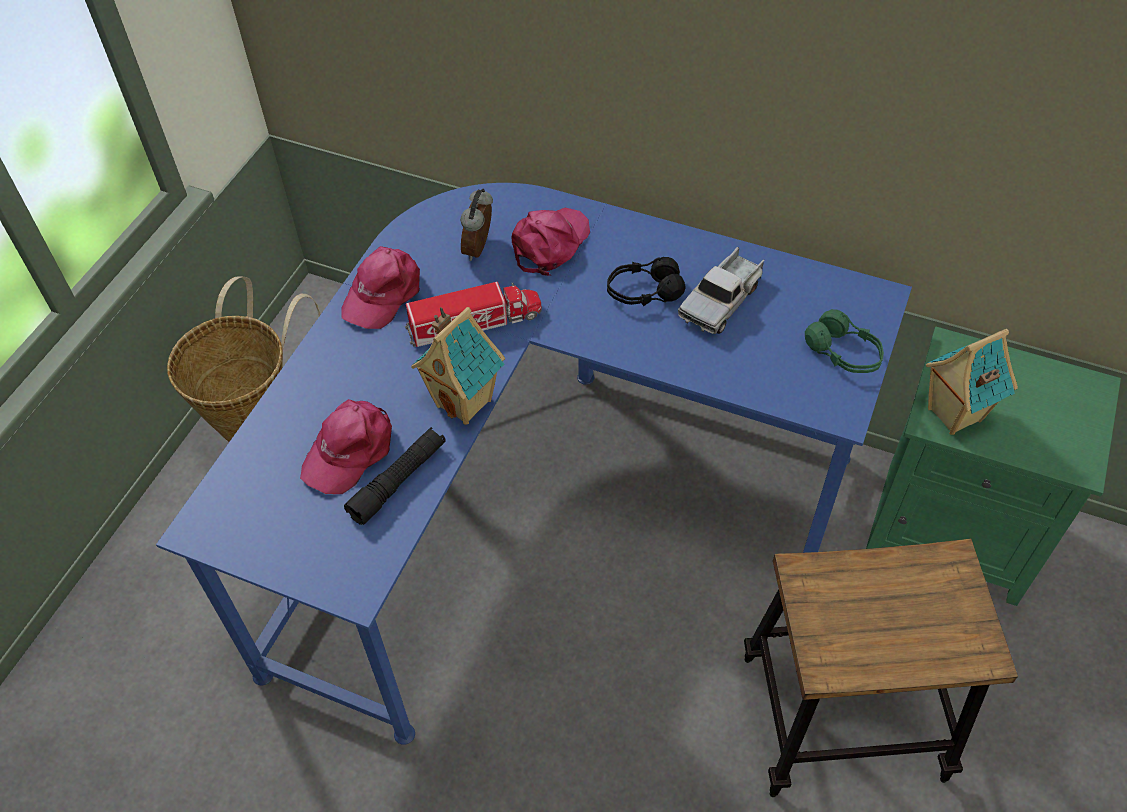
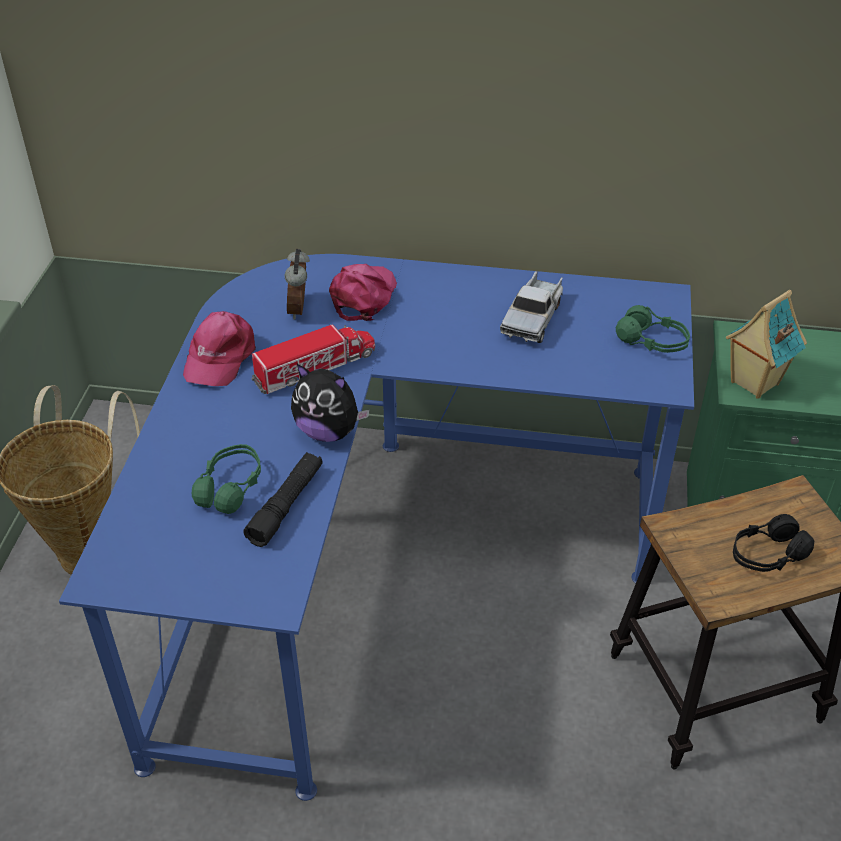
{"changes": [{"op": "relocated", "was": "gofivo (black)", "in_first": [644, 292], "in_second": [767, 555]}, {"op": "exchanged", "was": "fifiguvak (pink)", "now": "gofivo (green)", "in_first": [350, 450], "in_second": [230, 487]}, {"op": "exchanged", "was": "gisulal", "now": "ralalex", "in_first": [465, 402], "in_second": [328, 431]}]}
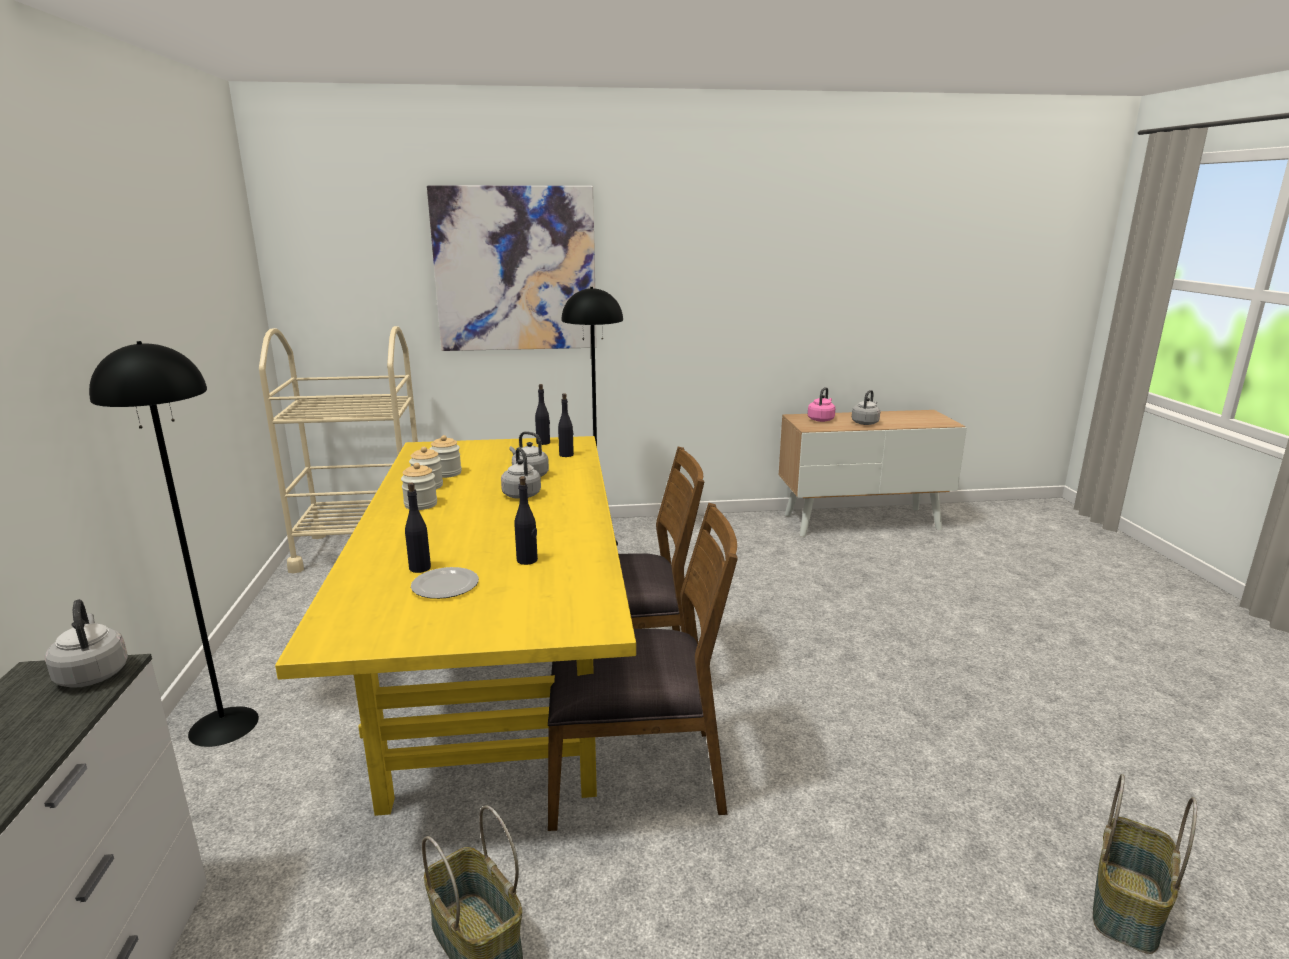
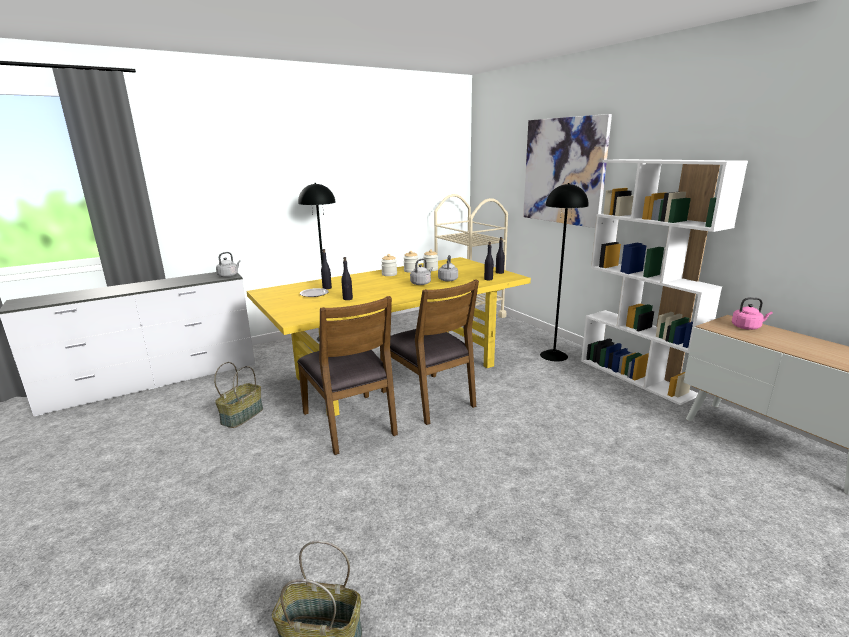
{"changes": [{"op": "missing", "was": "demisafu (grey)", "in_first": [865, 422]}, {"op": "appeared", "now": "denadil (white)", "in_second": [636, 377]}]}
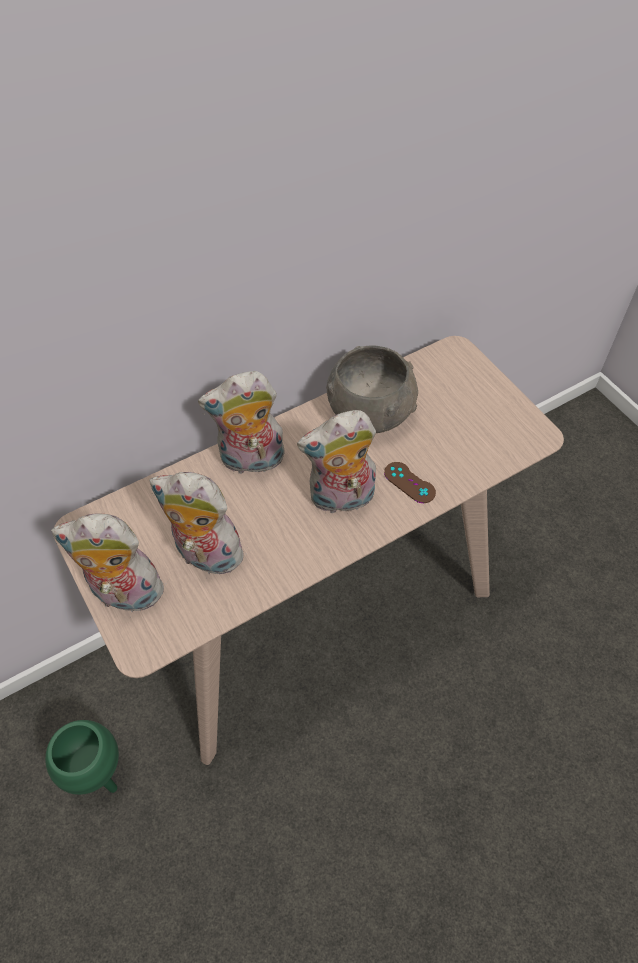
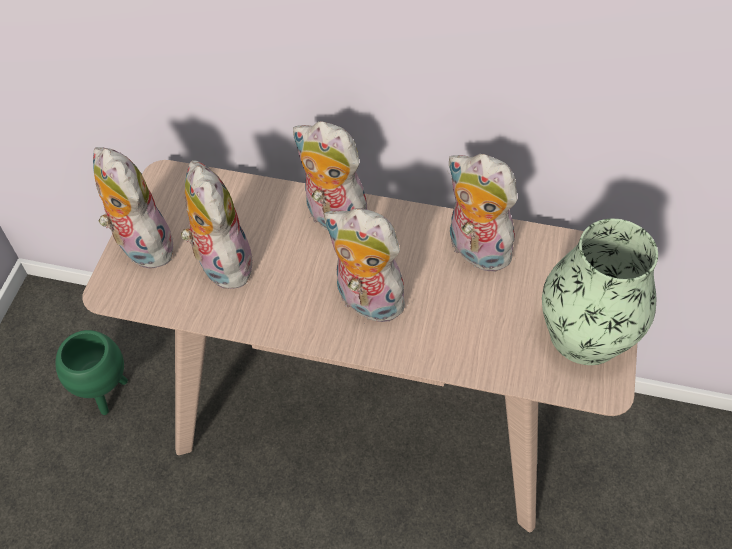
{"changes": [{"op": "missing", "was": "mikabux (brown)", "in_first": [409, 482]}, {"op": "appeared", "now": "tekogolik", "in_second": [585, 333]}, {"op": "exchanged", "was": "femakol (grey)", "now": "ralalex", "in_first": [370, 411], "in_second": [474, 250]}]}
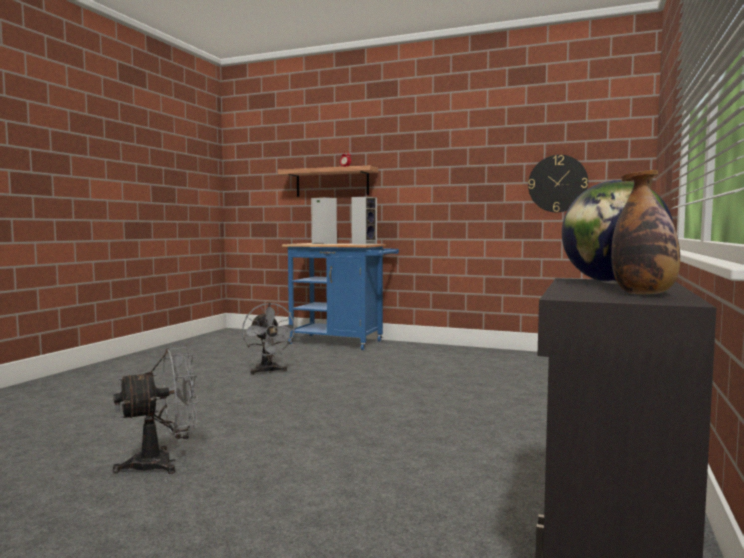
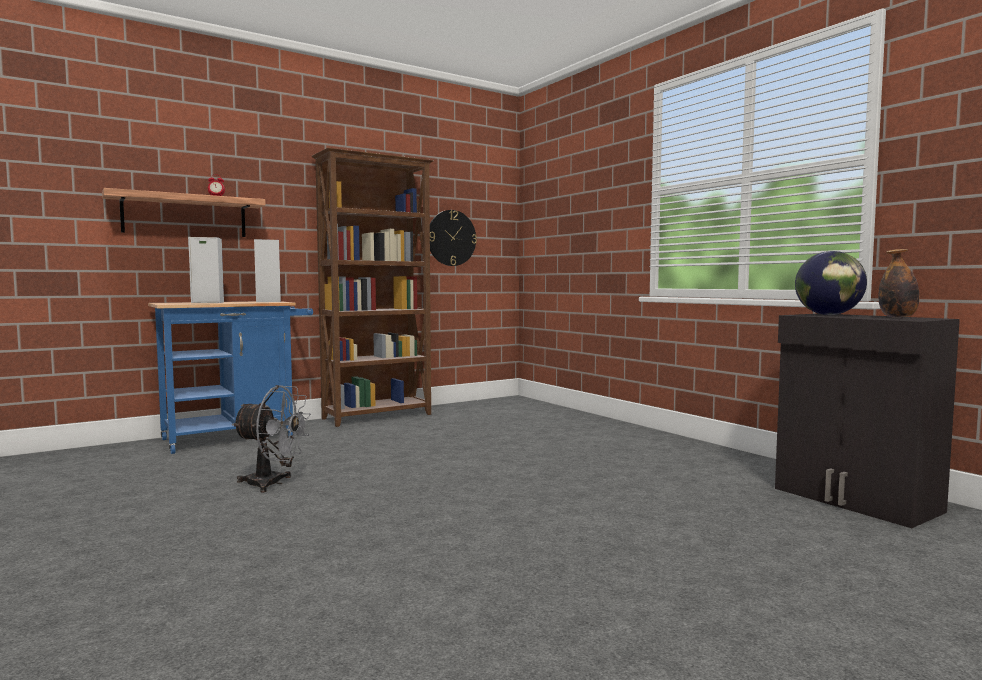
{"changes": [{"op": "missing", "was": "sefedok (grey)", "in_first": [163, 463]}, {"op": "appeared", "now": "denadil (brown)", "in_second": [378, 417]}]}
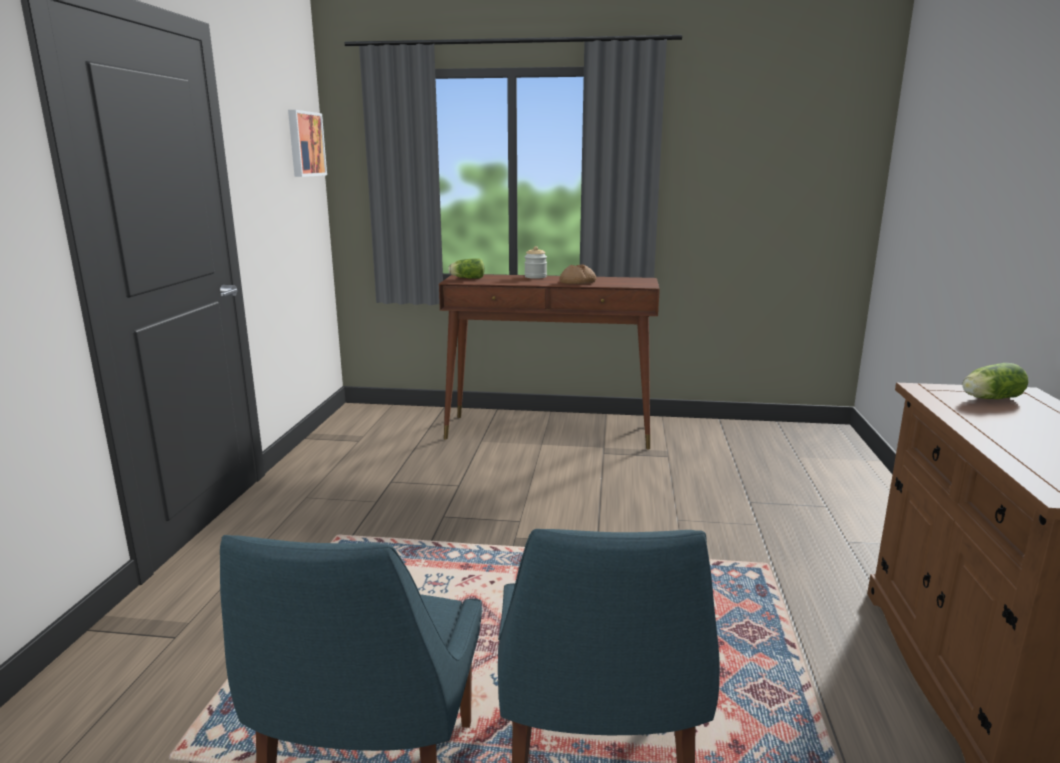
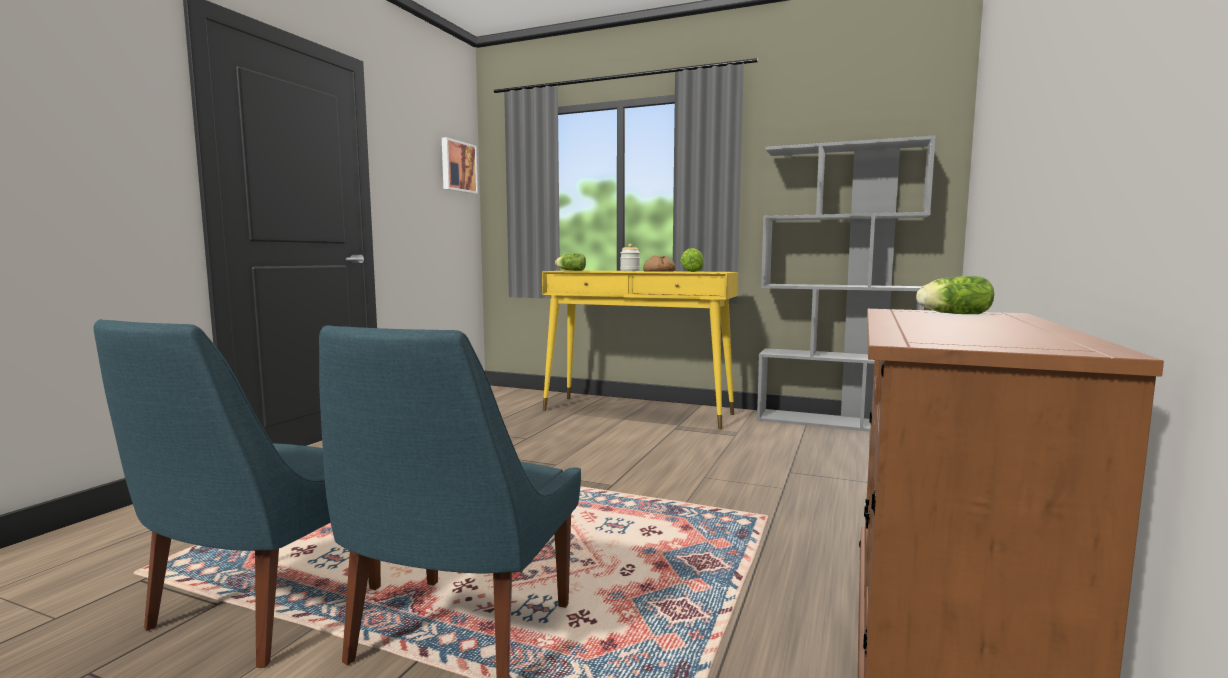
{"changes": [{"op": "appeared", "now": "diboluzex", "in_second": [690, 271]}, {"op": "appeared", "now": "denadil (grey)", "in_second": [834, 422]}, {"op": "colour", "was": "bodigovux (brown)", "now": "bodigovux (yellow)", "in_first": [549, 432], "in_second": [638, 412]}]}
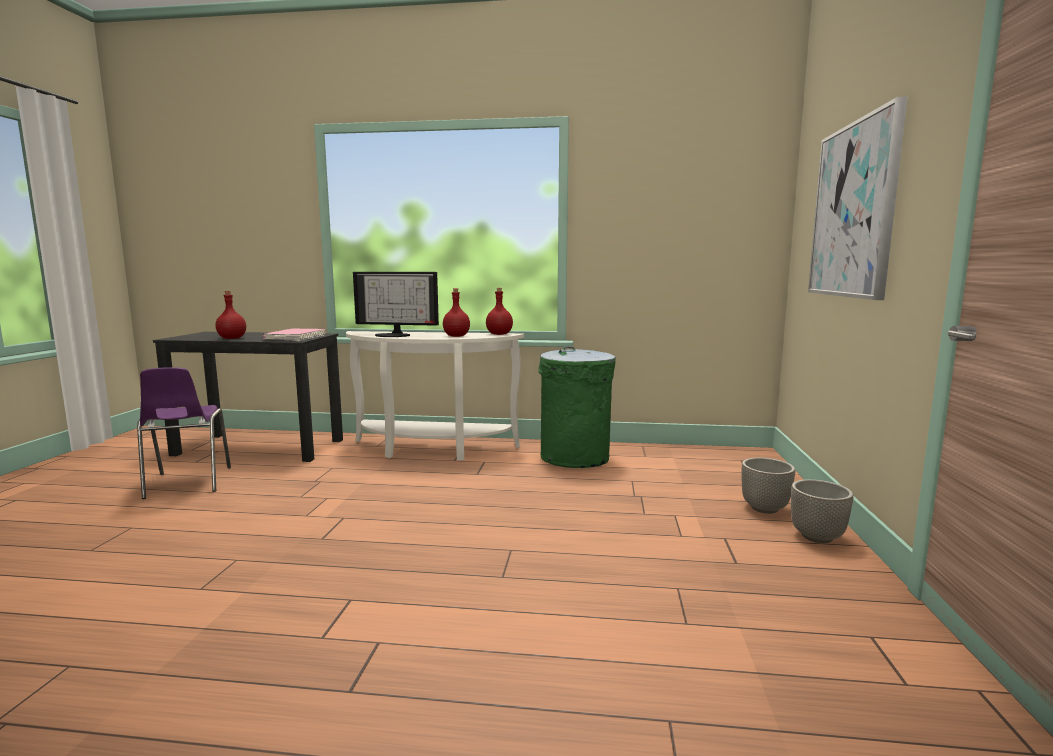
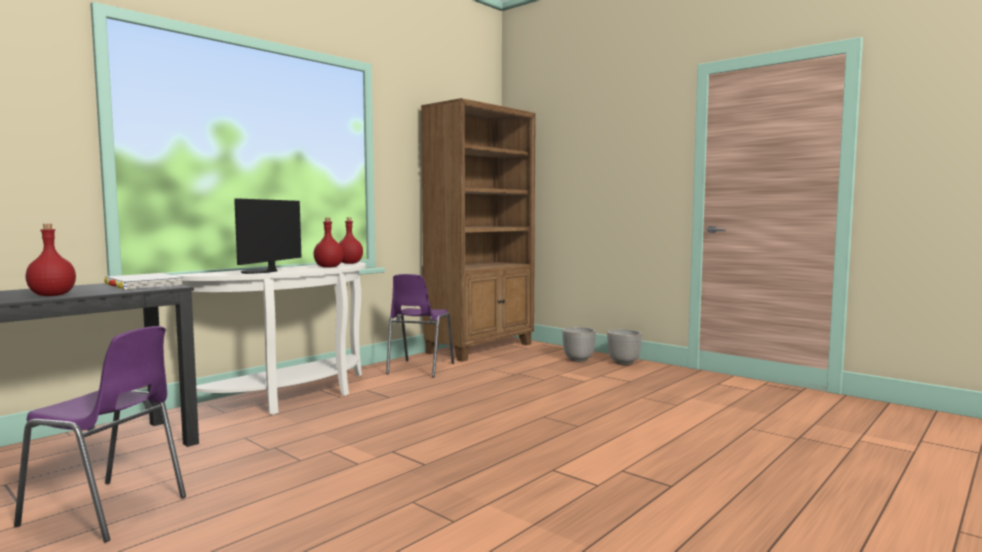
{"changes": [{"op": "missing", "was": "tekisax", "in_first": [853, 210]}, {"op": "appeared", "now": "denadil (brown)", "in_second": [481, 348]}, {"op": "exchanged", "was": "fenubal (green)", "now": "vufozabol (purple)", "in_first": [574, 458], "in_second": [419, 369]}, {"op": "colour", "was": "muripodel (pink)", "now": "muripodel (white)", "in_first": [295, 337], "in_second": [143, 286]}, {"op": "spun", "was": "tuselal", "in_first": [394, 335], "in_second": [262, 271], "clockwise": 150}]}
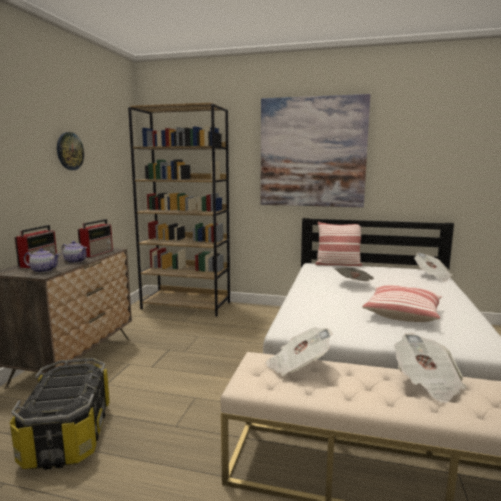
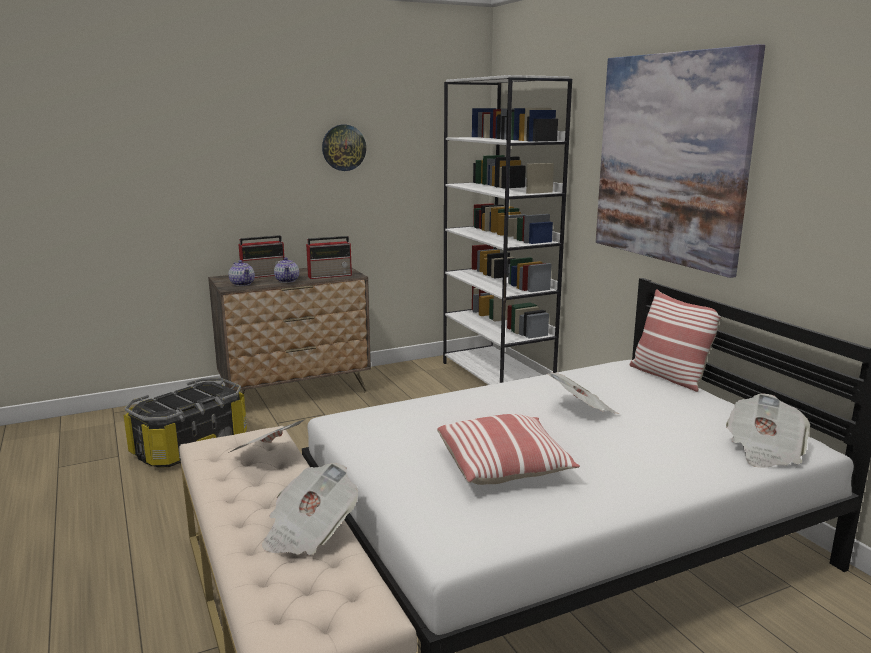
{"changes": [{"op": "colour", "was": "denadil (brown)", "now": "denadil (white)", "in_first": [187, 305], "in_second": [497, 377]}]}
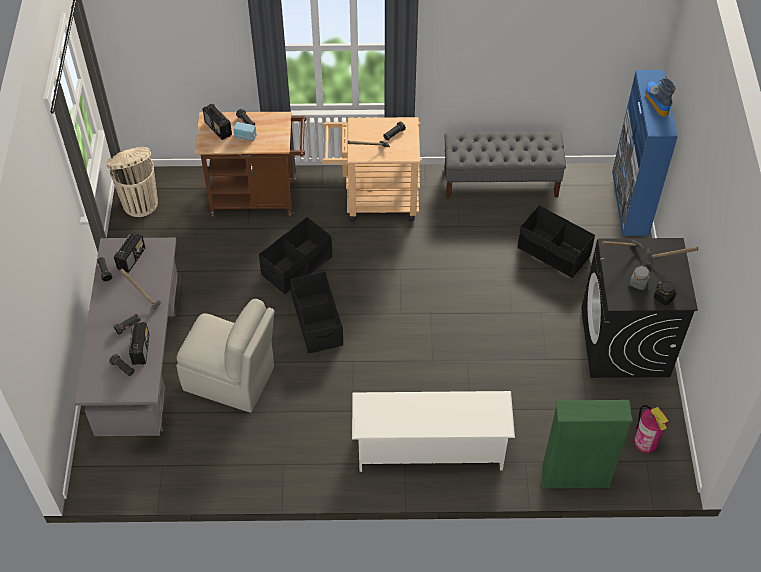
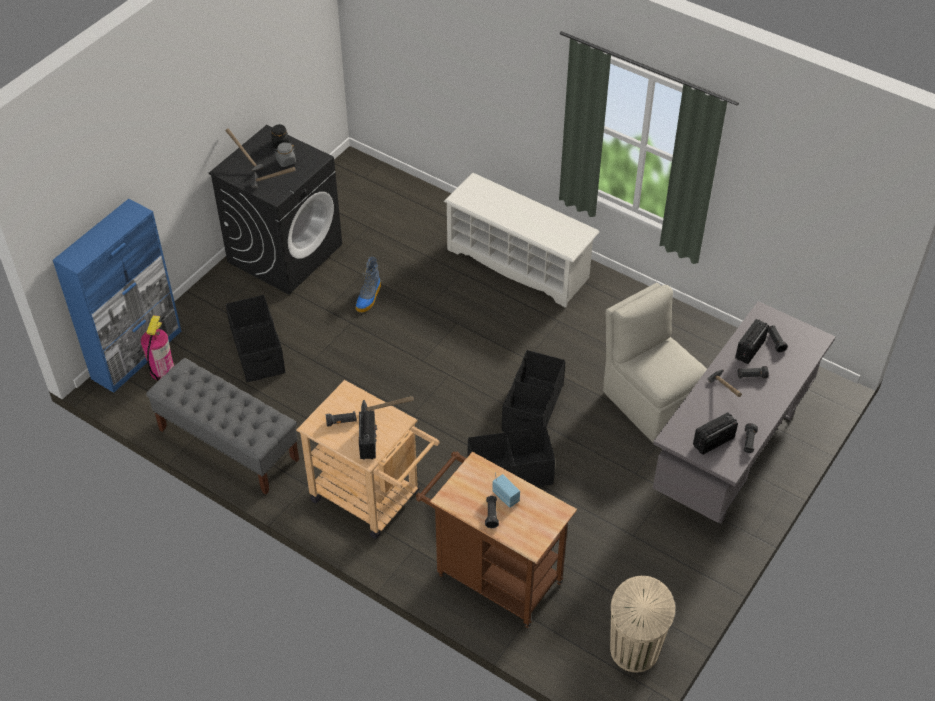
{"changes": [{"op": "missing", "was": "denadil (green)", "in_first": [575, 478]}, {"op": "relocated", "was": "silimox", "in_first": [218, 129], "in_second": [368, 442]}, {"op": "relocated", "was": "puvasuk", "in_first": [645, 442], "in_second": [162, 370]}, {"op": "relocated", "was": "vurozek", "in_first": [656, 101], "in_second": [368, 298]}]}
